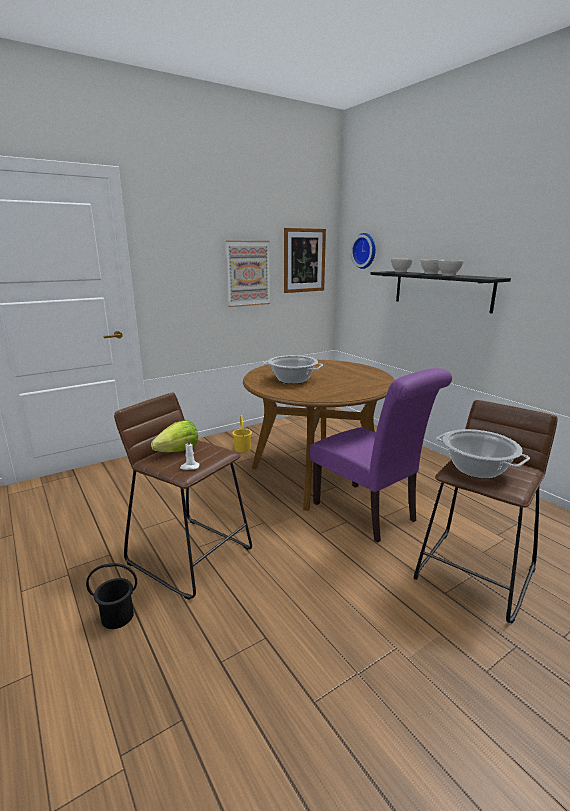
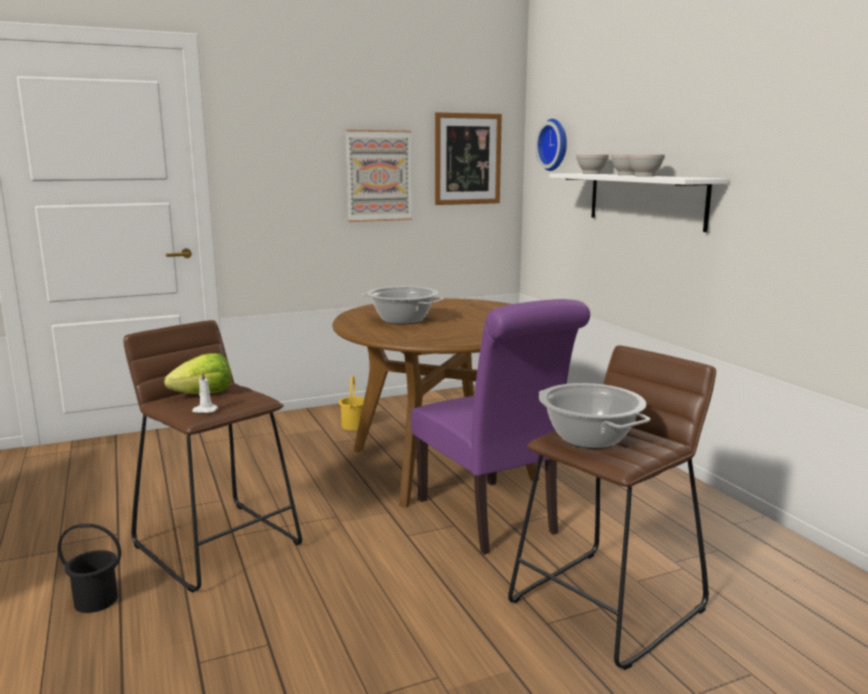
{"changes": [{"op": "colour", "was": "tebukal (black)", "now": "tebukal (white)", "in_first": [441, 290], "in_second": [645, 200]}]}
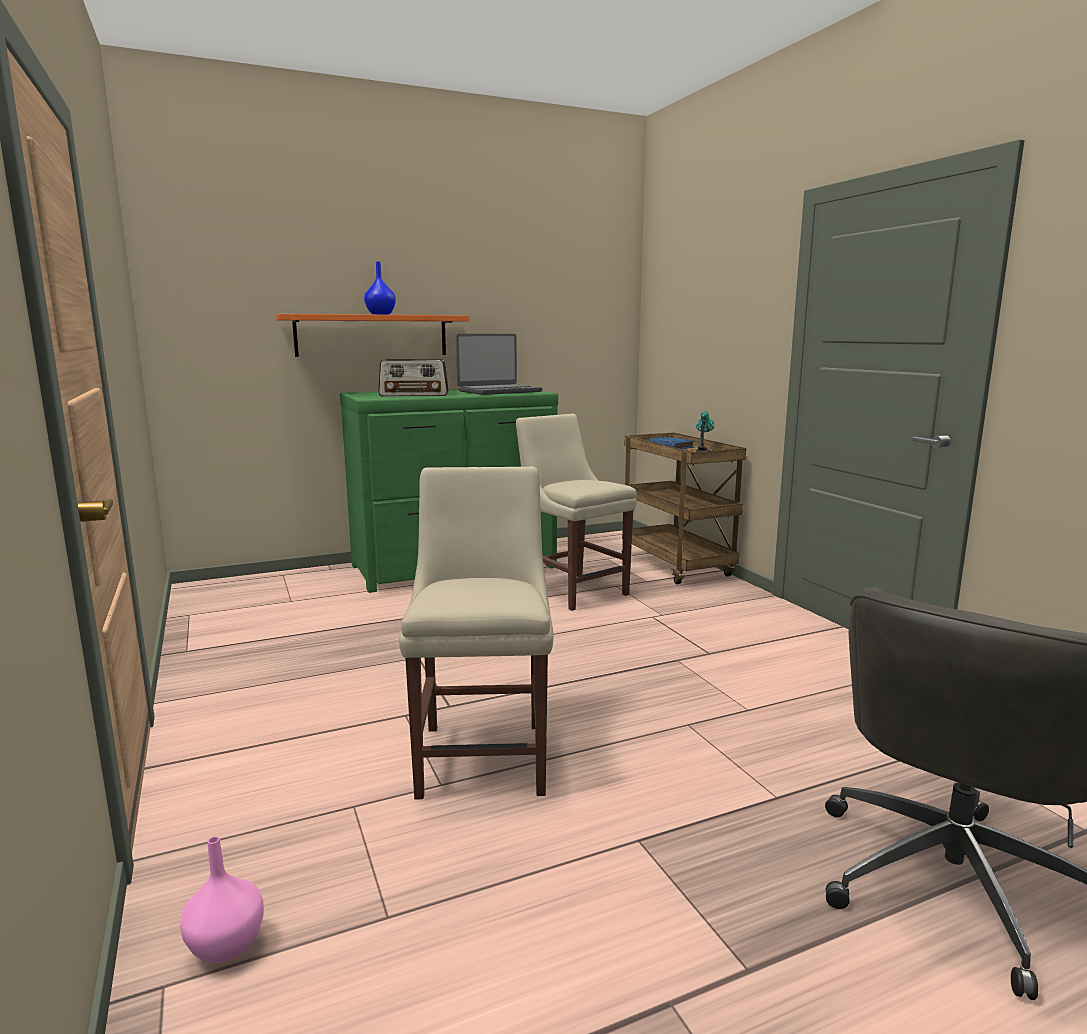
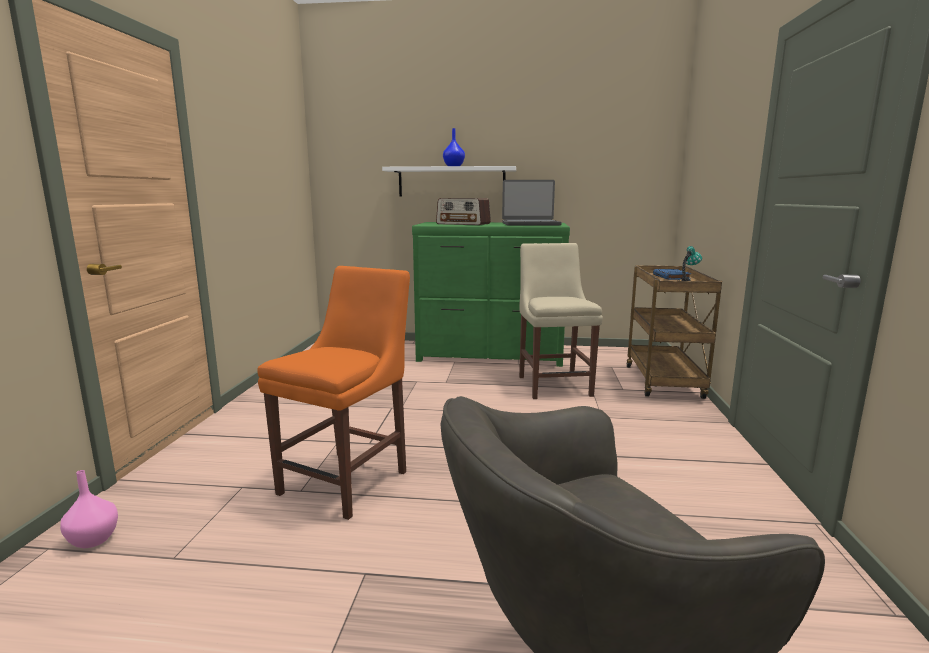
{"changes": [{"op": "colour", "was": "tebukal (orange)", "now": "tebukal (white)", "in_first": [372, 335], "in_second": [451, 182]}, {"op": "colour", "was": "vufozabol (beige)", "now": "vufozabol (orange)", "in_first": [484, 754], "in_second": [348, 480]}]}
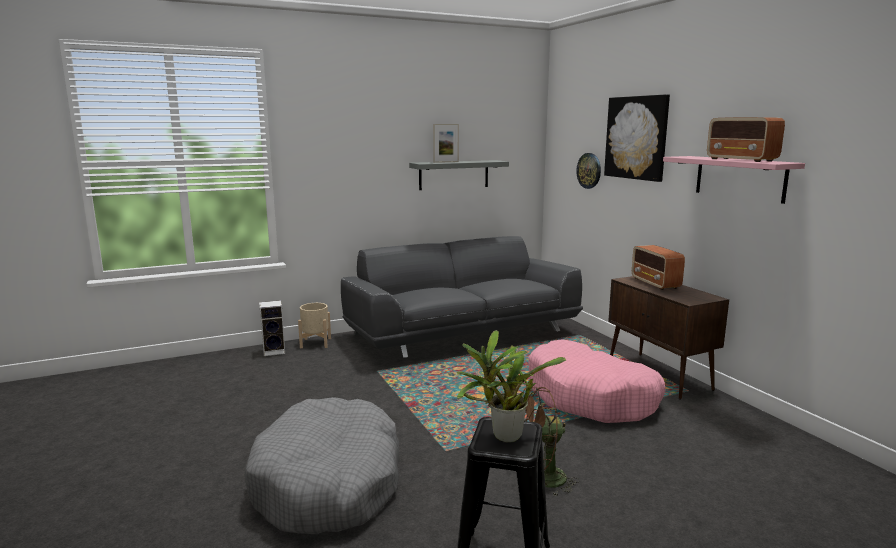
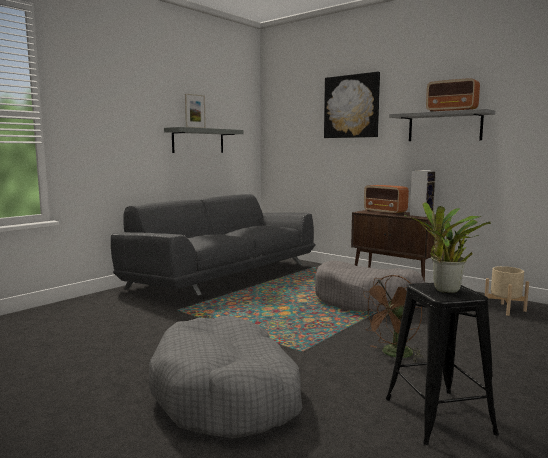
{"changes": [{"op": "missing", "was": "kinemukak", "in_first": [589, 170]}, {"op": "relocated", "was": "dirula", "in_first": [275, 351], "in_second": [422, 215]}, {"op": "relocated", "was": "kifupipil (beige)", "in_first": [315, 343], "in_second": [504, 309]}, {"op": "colour", "was": "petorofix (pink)", "now": "petorofix (grey)", "in_first": [591, 397], "in_second": [367, 301]}, {"op": "colour", "was": "tebukal (pink)", "now": "tebukal (grey)", "in_first": [739, 178], "in_second": [444, 127]}]}
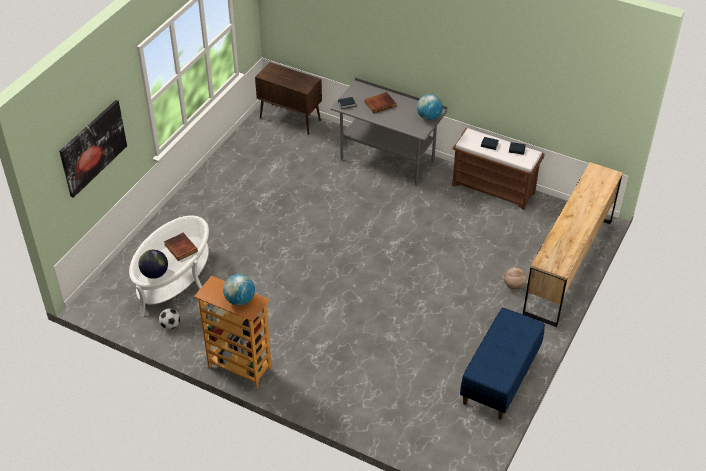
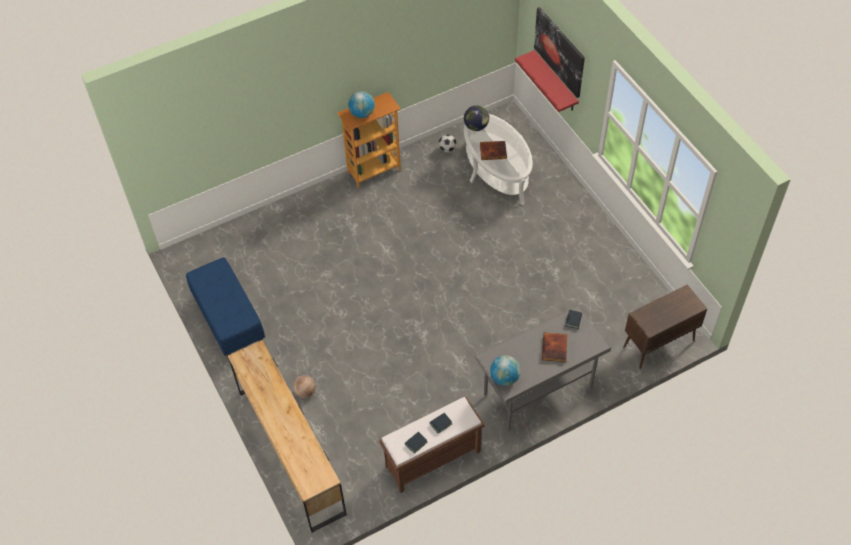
{"changes": [{"op": "appeared", "now": "tebukal (red)", "in_second": [555, 82]}]}
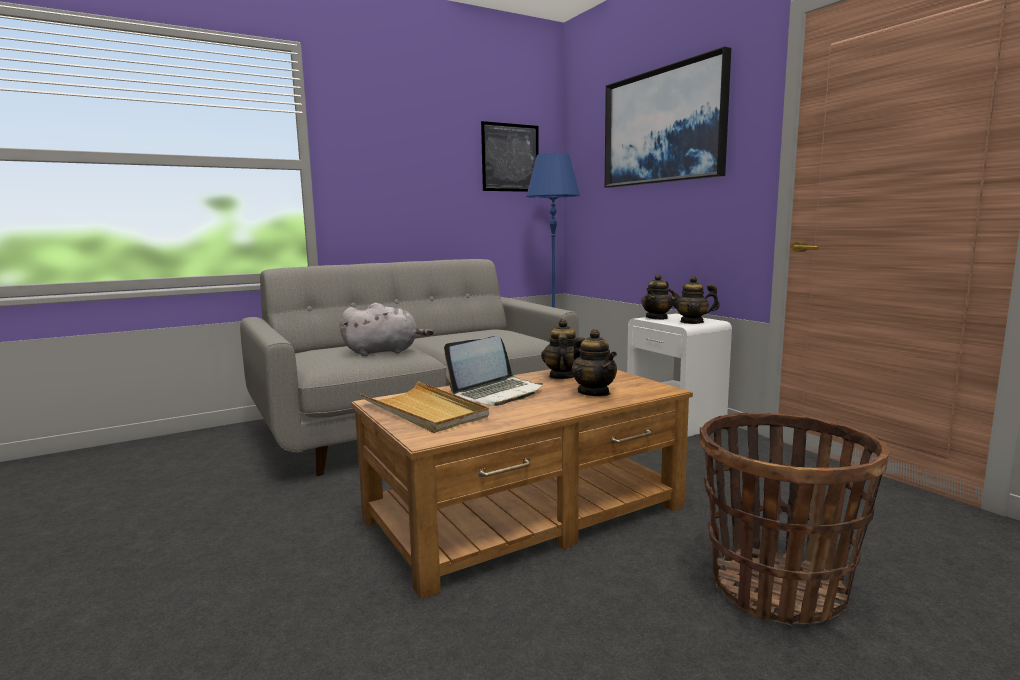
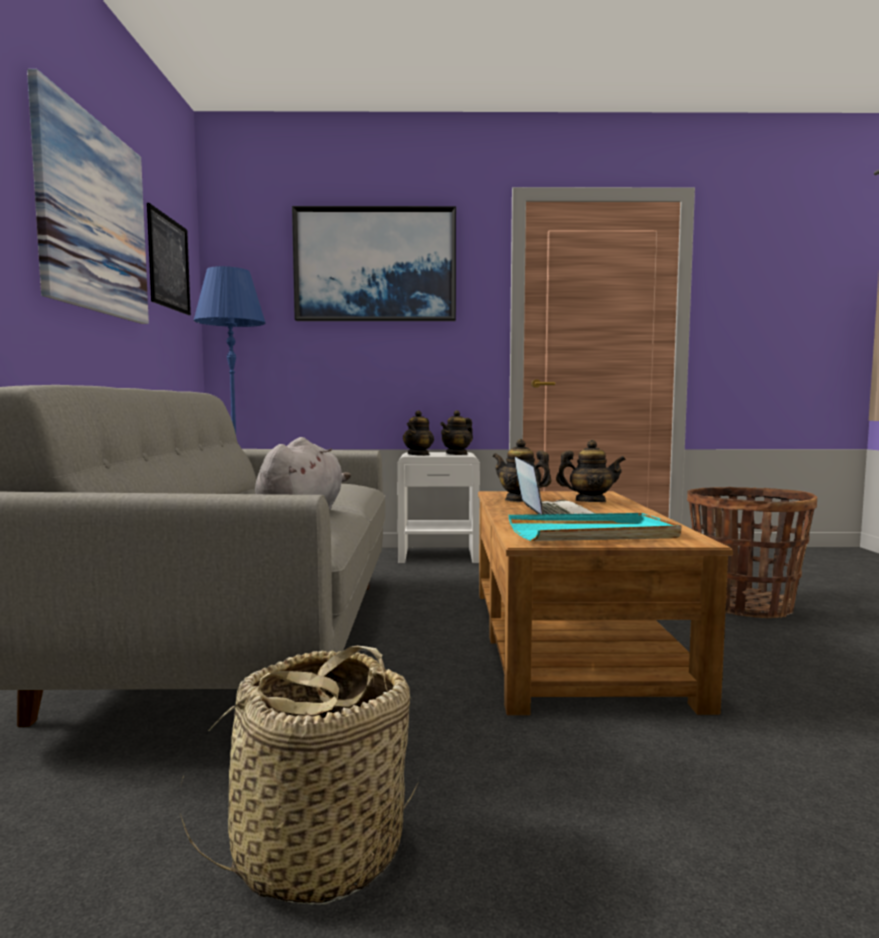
{"changes": [{"op": "appeared", "now": "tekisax", "in_second": [93, 217]}, {"op": "appeared", "now": "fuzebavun", "in_second": [318, 851]}, {"op": "colour", "was": "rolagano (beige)", "now": "rolagano (turquoise)", "in_first": [424, 411], "in_second": [593, 533]}, {"op": "spun", "was": "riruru", "in_first": [657, 318], "in_second": [418, 454], "clockwise": 45}]}
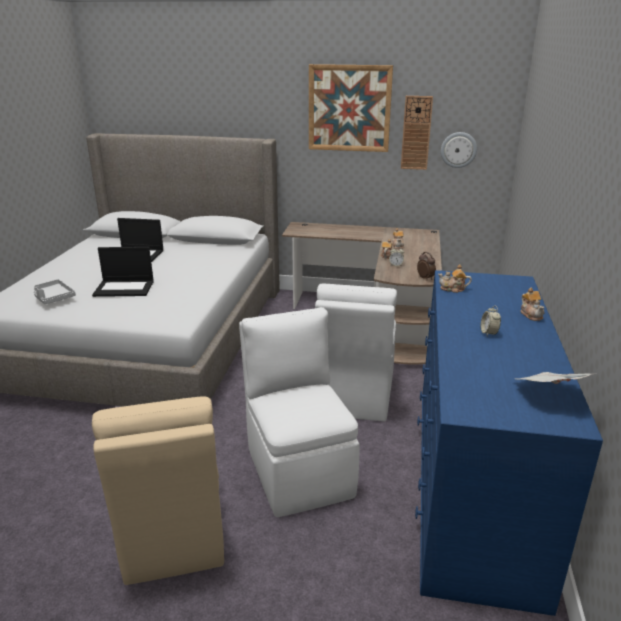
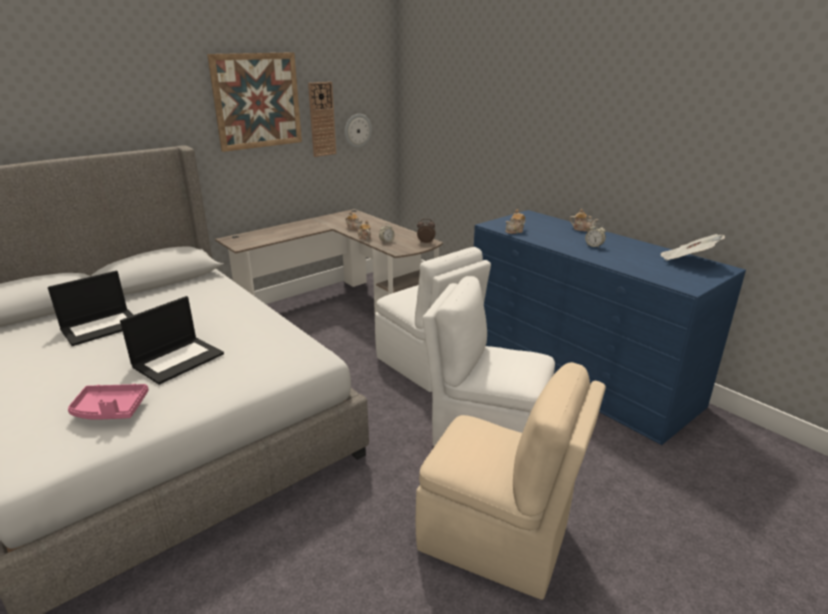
{"changes": [{"op": "colour", "was": "rolagano (grey)", "now": "rolagano (pink)", "in_first": [53, 297], "in_second": [110, 410]}]}
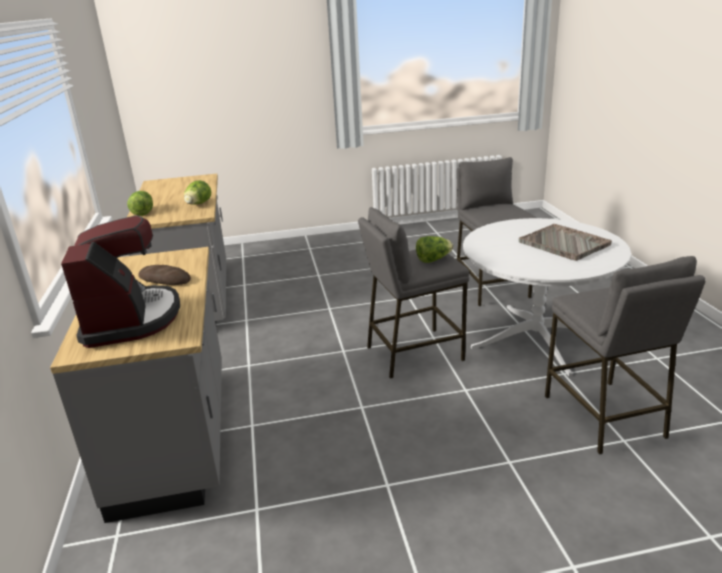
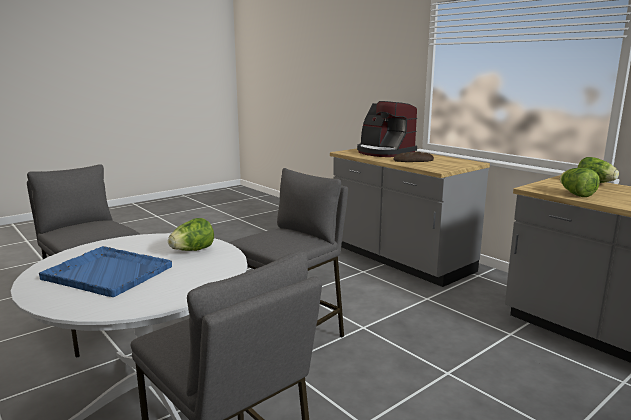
{"changes": [{"op": "relocated", "was": "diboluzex", "in_first": [433, 260], "in_second": [192, 250]}, {"op": "colour", "was": "rolagano (grey)", "now": "rolagano (blue)", "in_first": [564, 244], "in_second": [107, 272]}]}
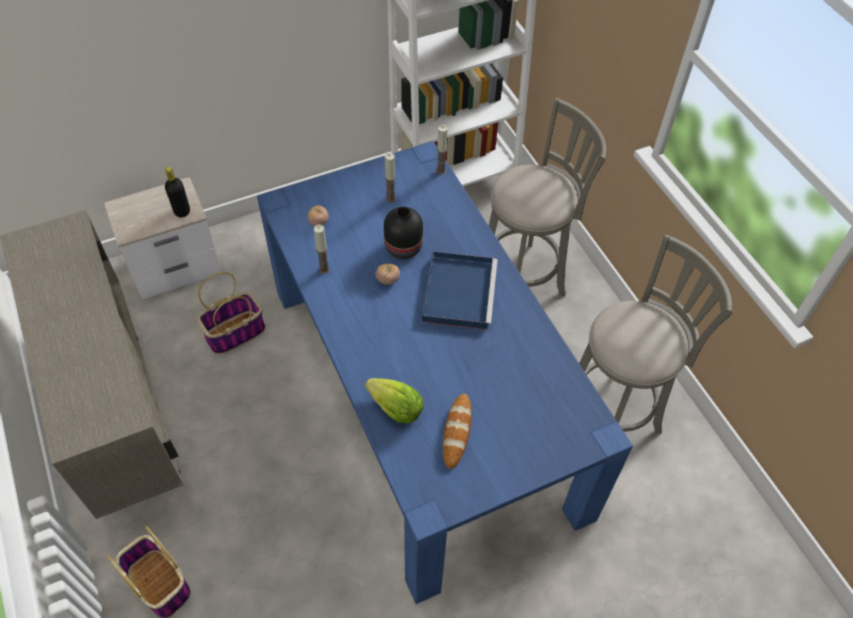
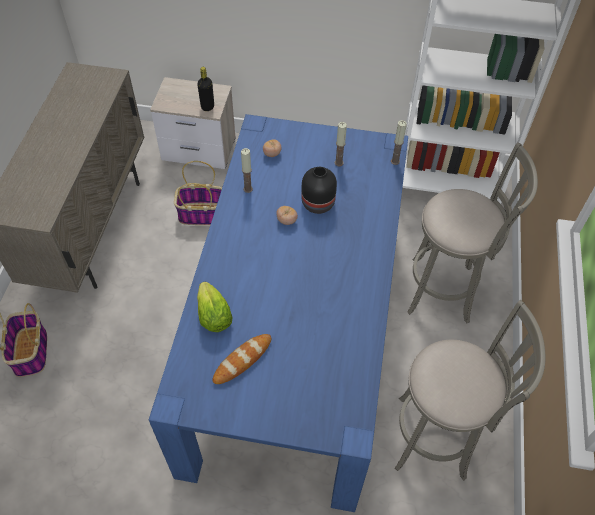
{"changes": [{"op": "missing", "was": "rolagano (blue)", "in_first": [458, 291]}]}
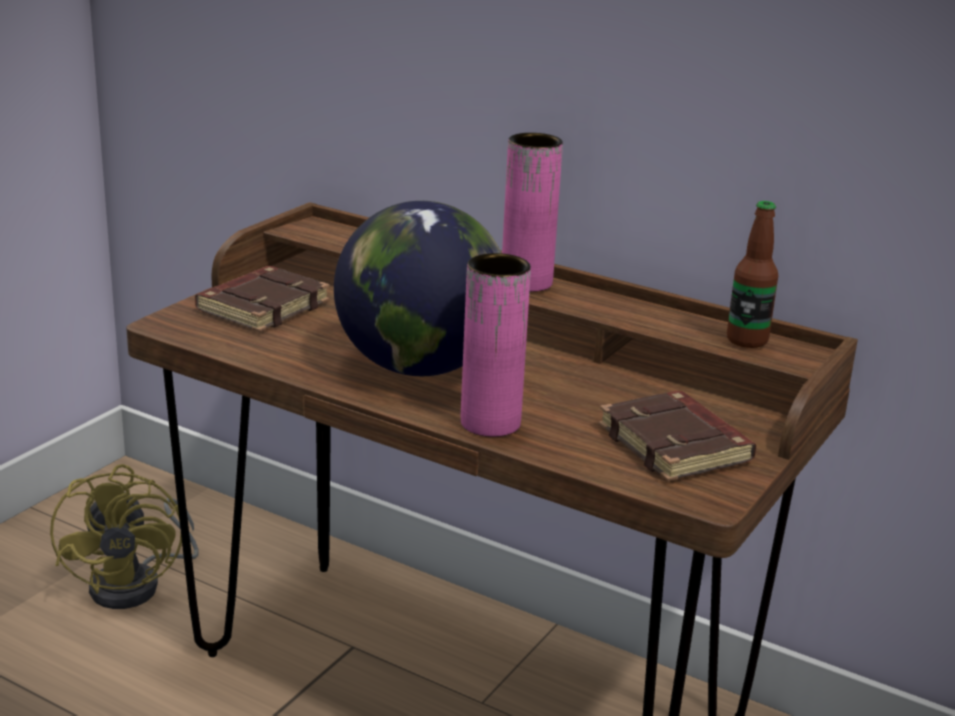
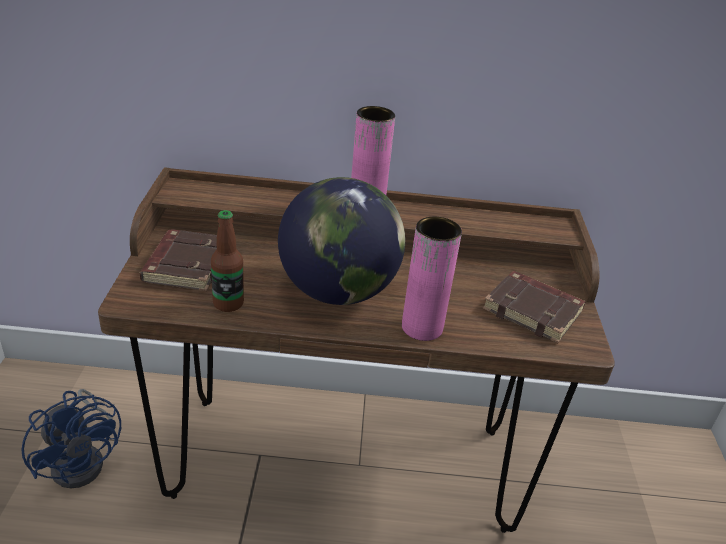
{"changes": [{"op": "relocated", "was": "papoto", "in_first": [747, 340], "in_second": [228, 303]}, {"op": "colour", "was": "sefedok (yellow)", "now": "sefedok (blue)", "in_first": [137, 584], "in_second": [84, 460]}]}
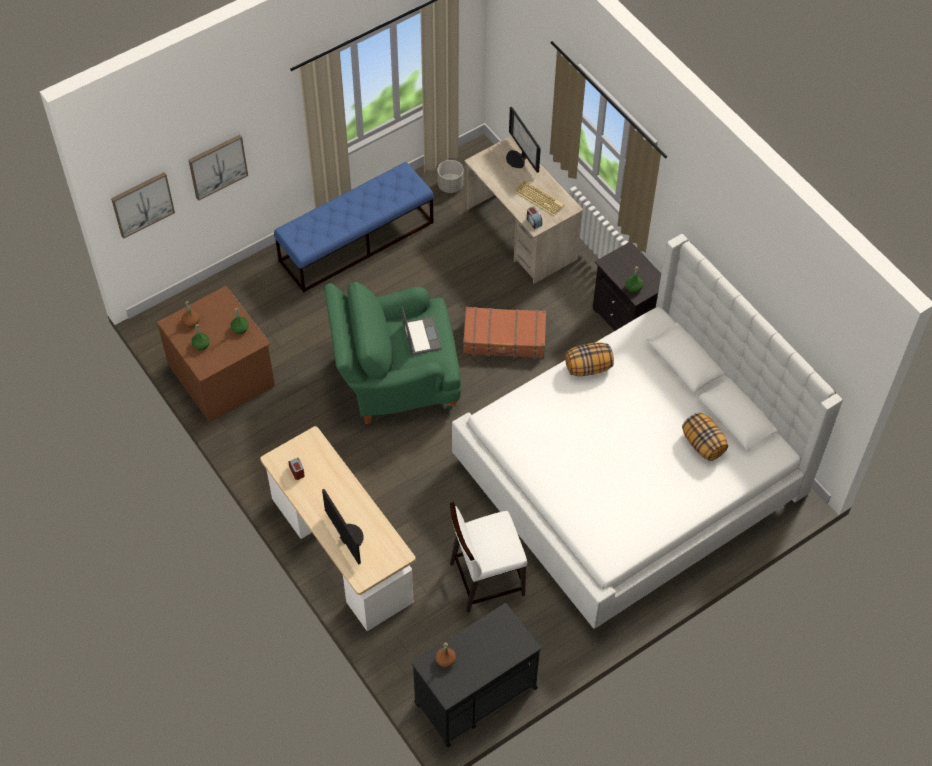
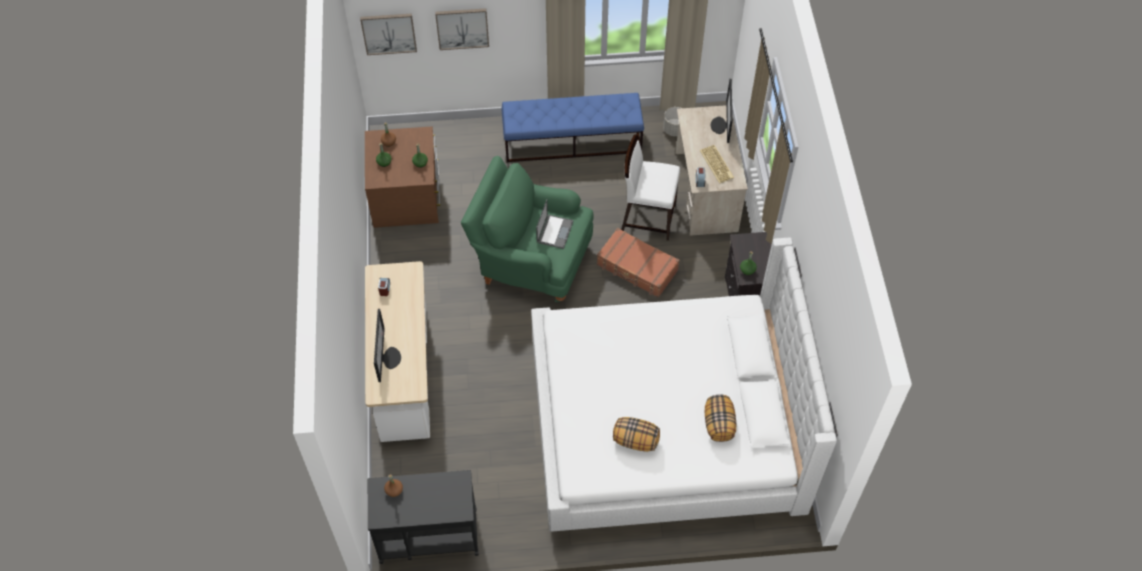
{"changes": [{"op": "relocated", "was": "vufozabol (white)", "in_first": [486, 579], "in_second": [647, 218]}, {"op": "relocated", "was": "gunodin", "in_first": [588, 368], "in_second": [635, 440]}]}
